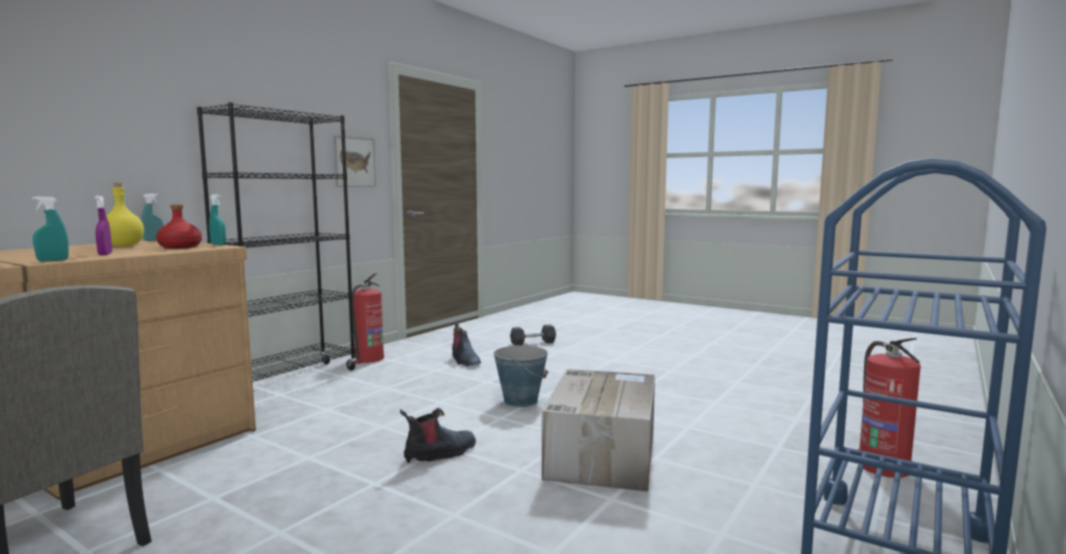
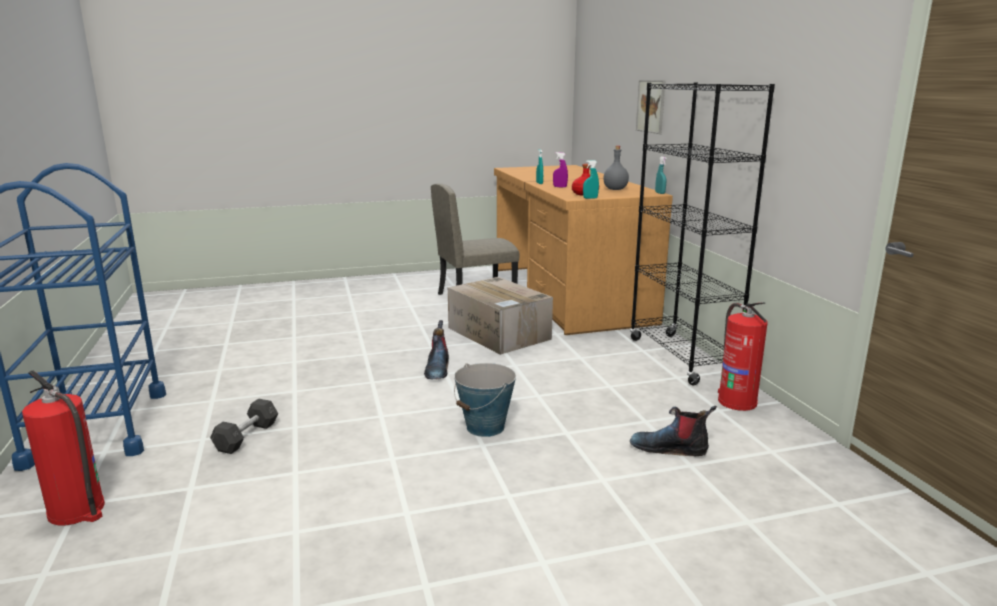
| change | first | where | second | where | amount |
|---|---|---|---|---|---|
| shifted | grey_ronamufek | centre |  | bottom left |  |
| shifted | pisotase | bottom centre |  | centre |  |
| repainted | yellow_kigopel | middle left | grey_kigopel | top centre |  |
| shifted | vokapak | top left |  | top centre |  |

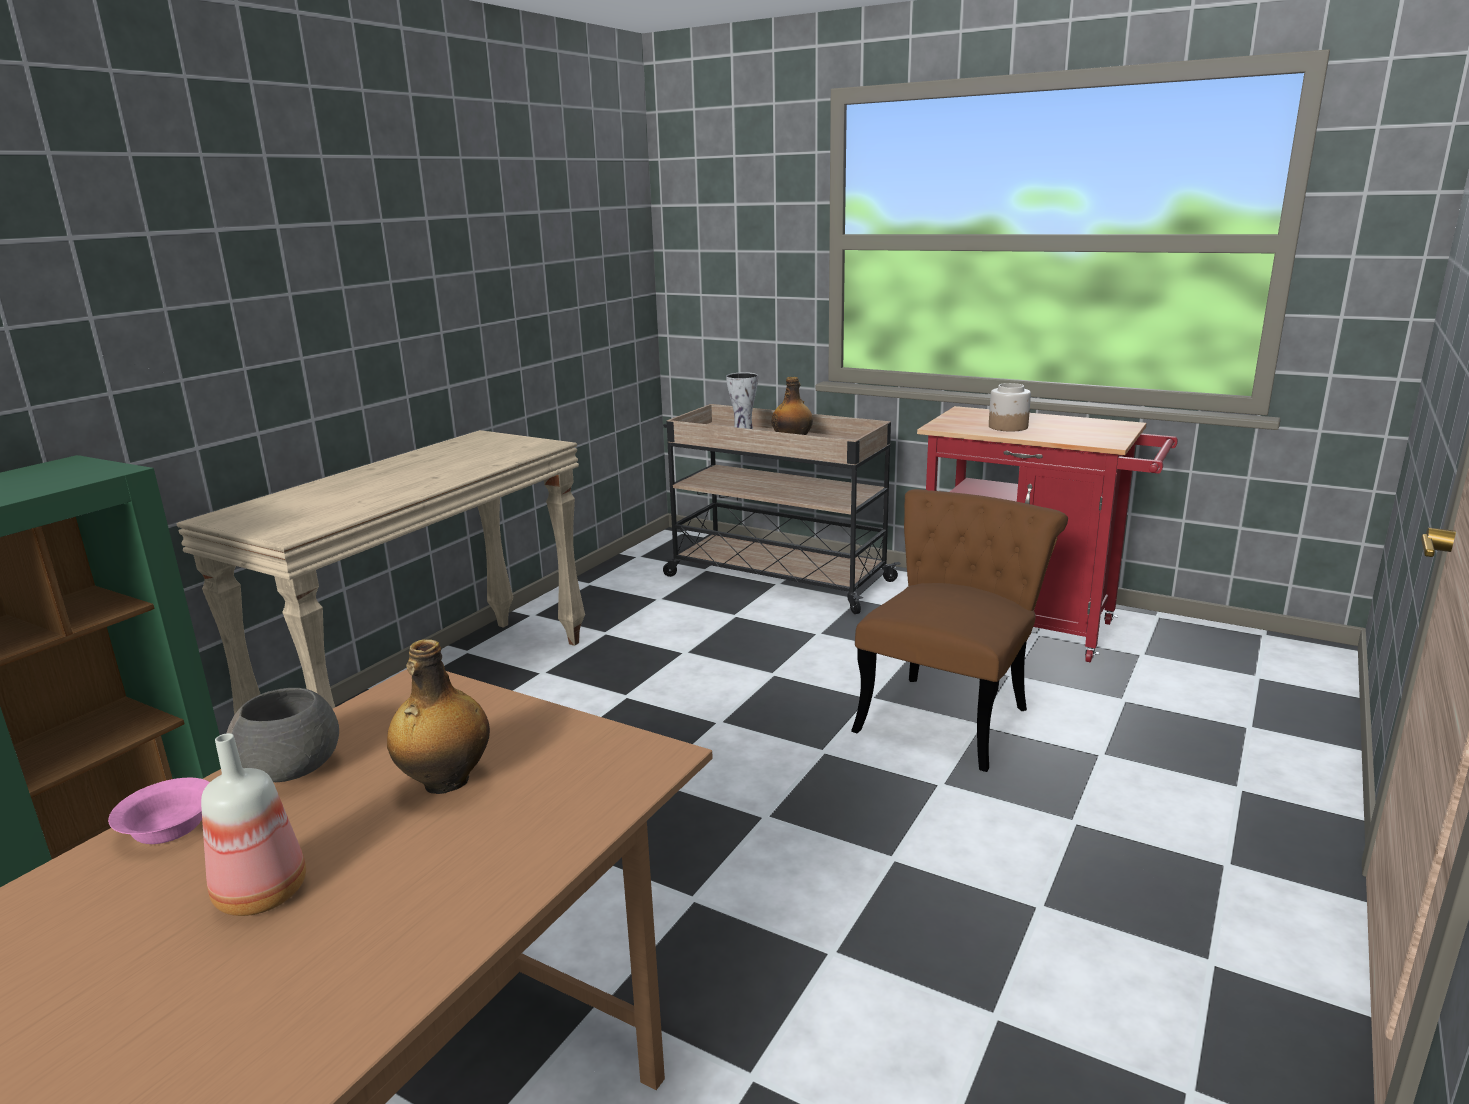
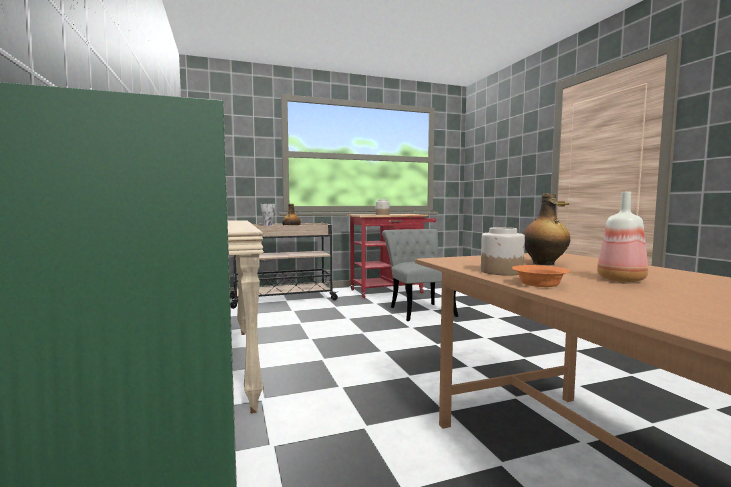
| change | first | where | second | where | amount |
|---|---|---|---|---|---|
| repainted | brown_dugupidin | centre | grey_dugupidin | centre |  |
| swapped | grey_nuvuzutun | middle left | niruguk (no. 2 from left) | middle right |  |
| repainted | pink_nuvuzutun | bottom left | orange_nuvuzutun | middle right |  |

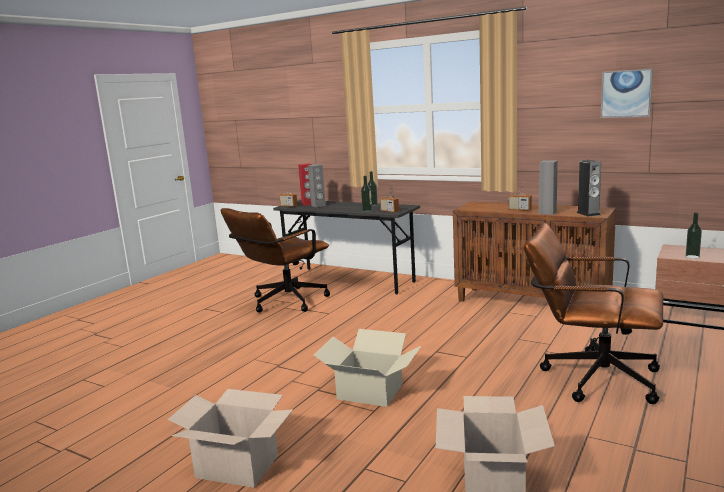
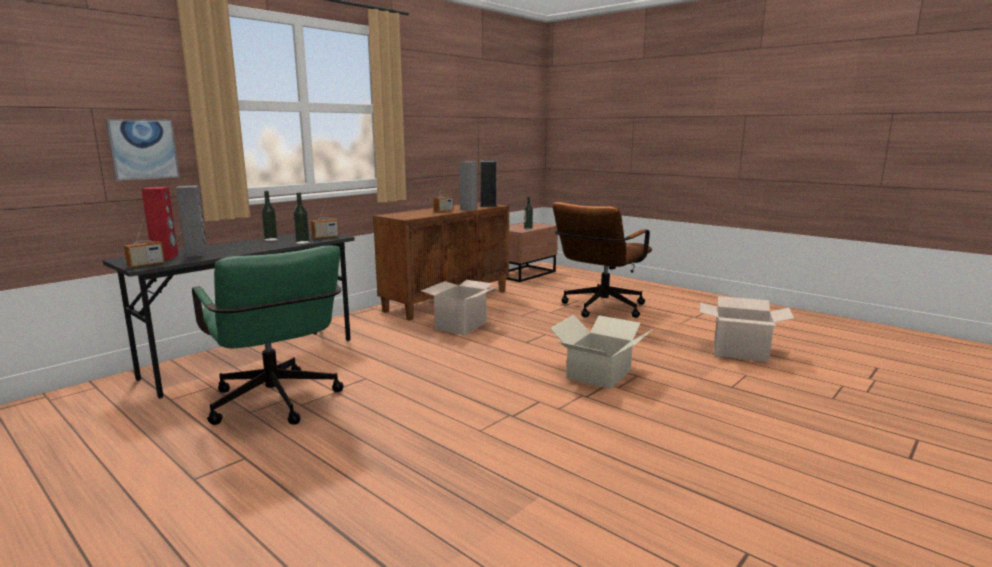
| change | first | where | second | where | amount |
|---|---|---|---|---|---|
| shifted | vokapak | top right |  | top left |  |
| repainted | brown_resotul (no. 1 from left) | centre | green_resotul | middle left |  |
| shifted | pisotase (no. 1 from left) | bottom left |  | centre |  |

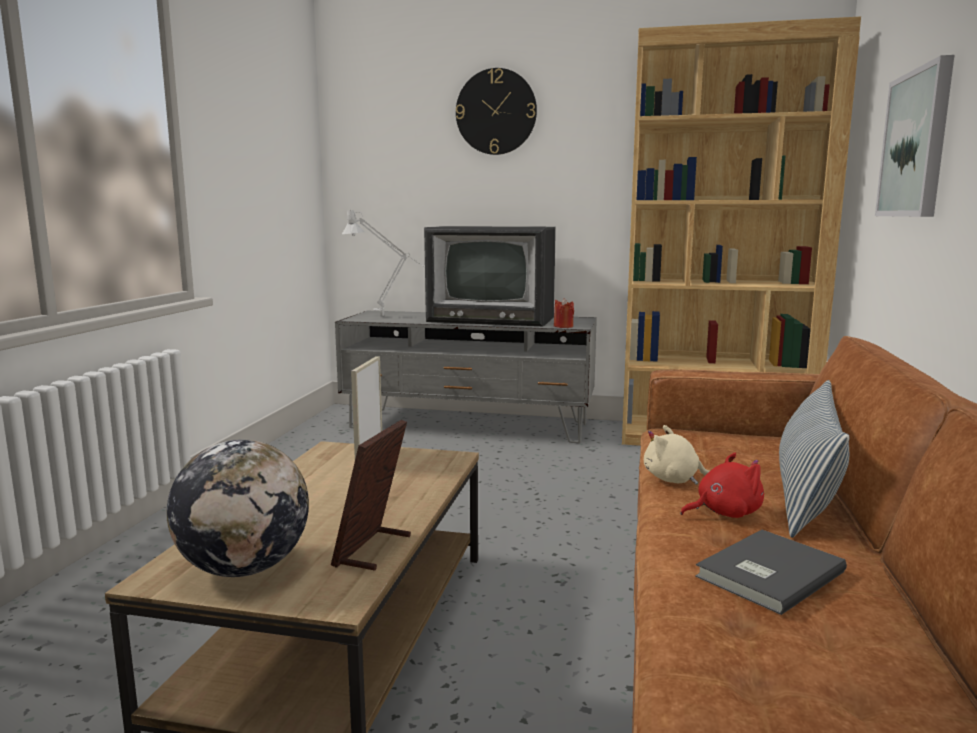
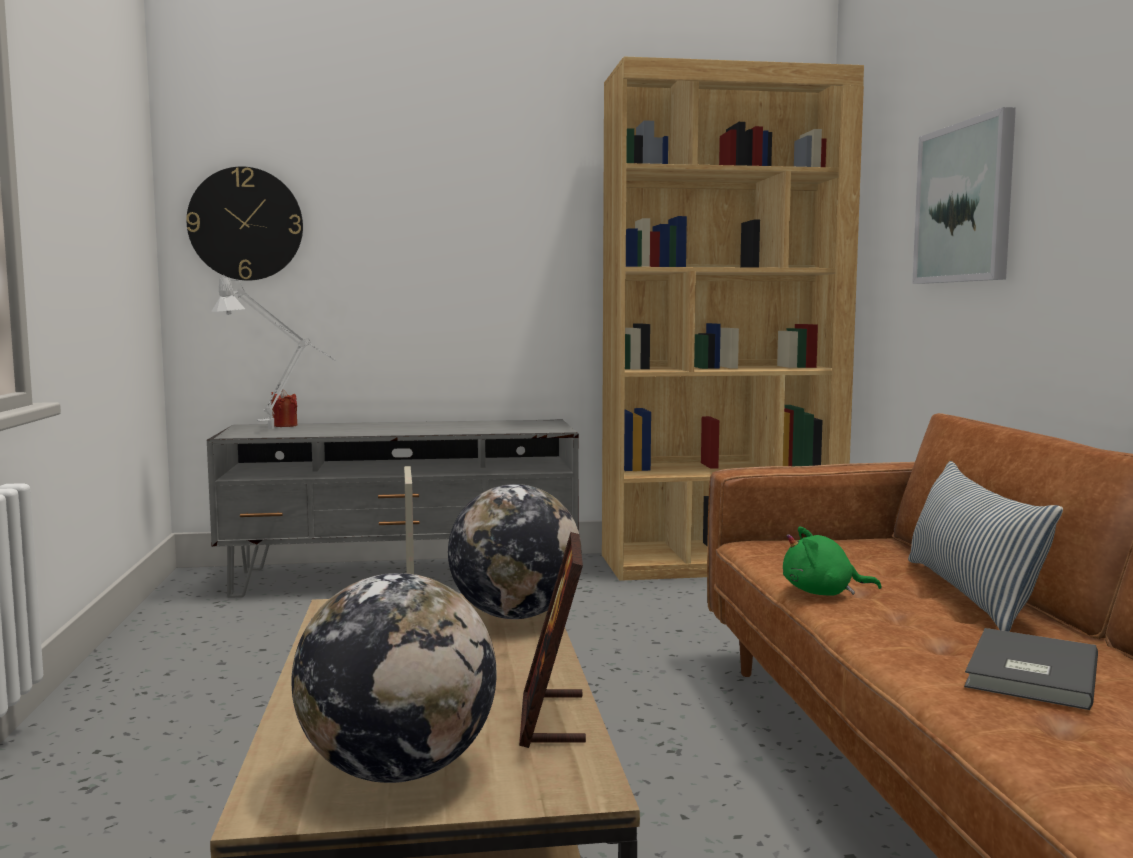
| change | first | where | second | where | amount |
|---|---|---|---|---|---|
| shifted | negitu | top centre |  | top left |  |
| shifted | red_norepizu | centre |  | middle left |  |
| new |  |  | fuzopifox (no. 2 from left) | centre |  |
| repainted | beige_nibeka | middle right | green_nibeka | middle right |  |
| gone | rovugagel | centre |  |  |  |
| gone | red_nibeka | middle right |  |  |  |

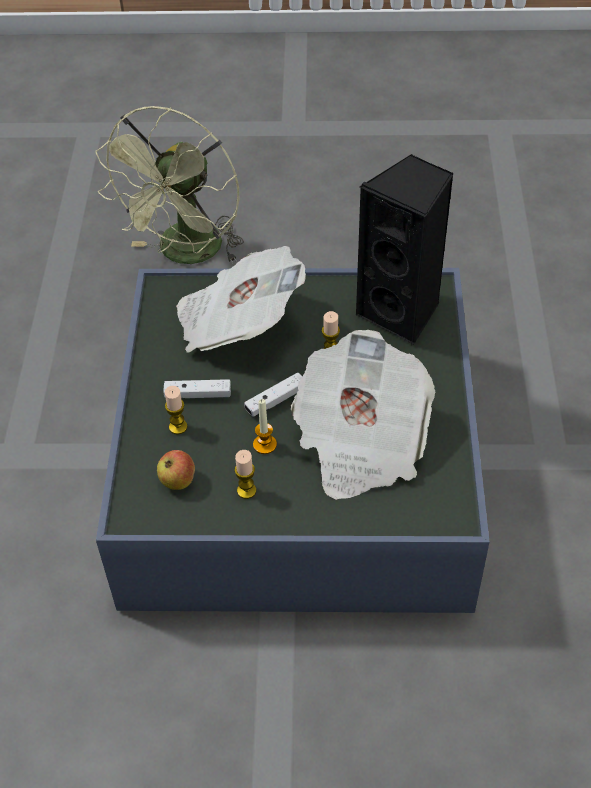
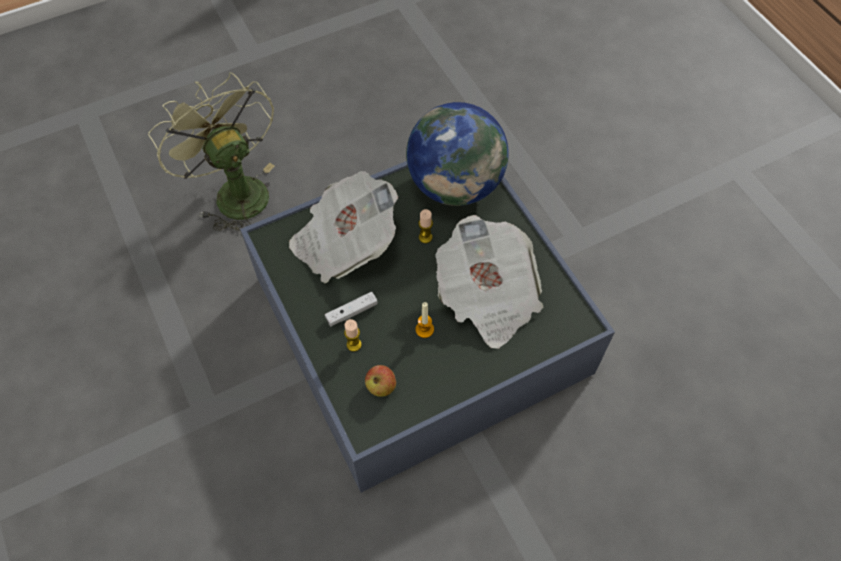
| change | first | where | second | where | amount |
|---|---|---|---|---|---|
| rotated | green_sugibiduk | top left |  | top left | 150 degrees clockwise |
| swapped | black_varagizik | top right | fuzopifox | top centre |  |
| gone | norepizu (no. 2 from left) | centre |  |  |  |
| gone | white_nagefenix (no. 2 from left) | centre |  |  |  |

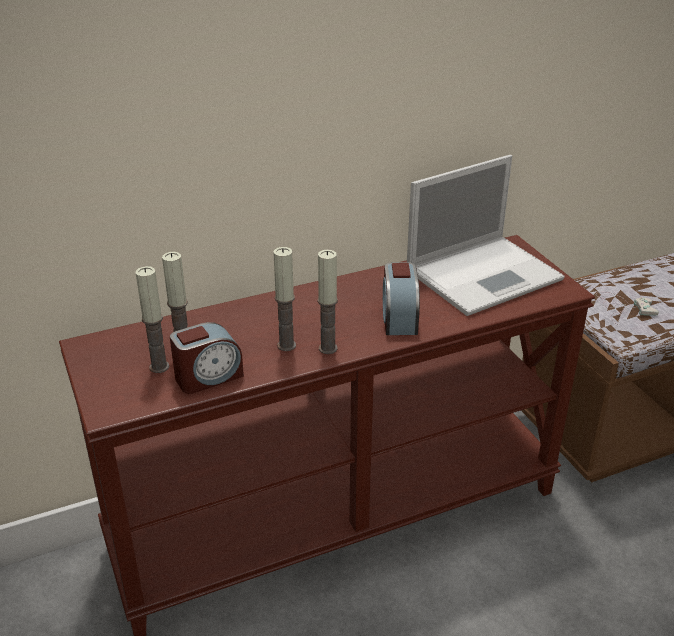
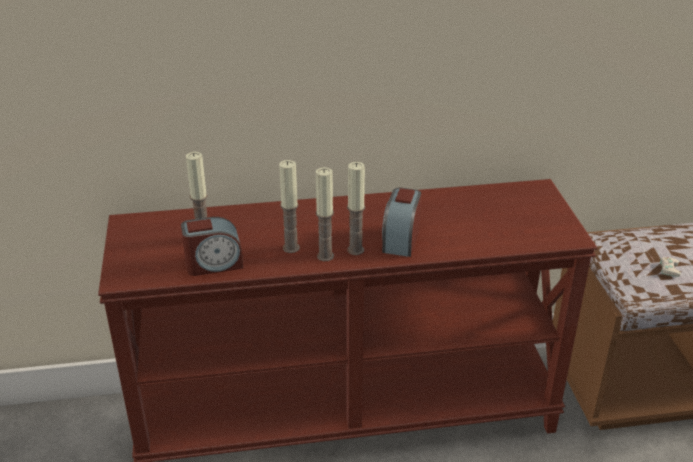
| change | first | where | second | where | amount |
|---|---|---|---|---|---|
| shifted | norepizu (no. 1 from left in the first image) | middle left | norepizu (no. 4 from left) | centre |  |
| gone | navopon | middle right |  |  |  |

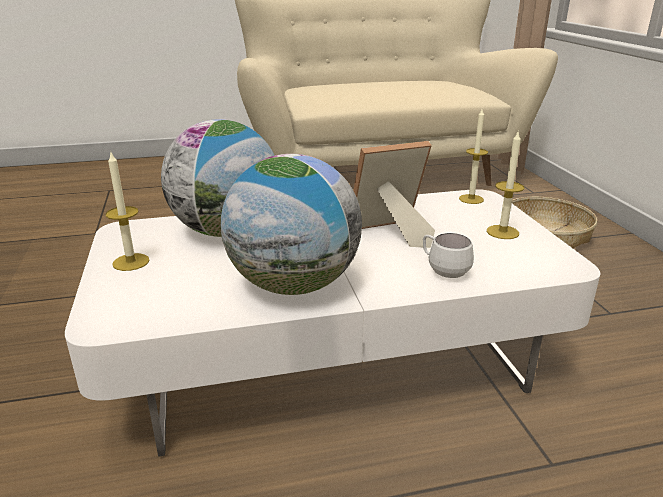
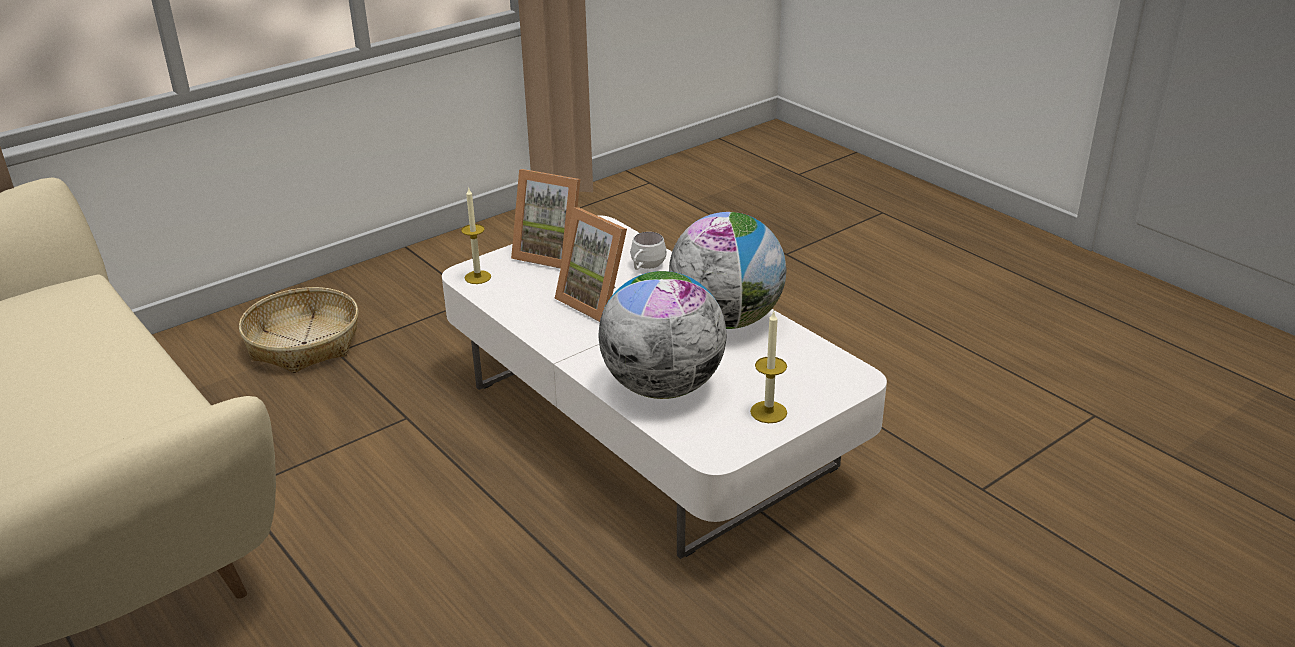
| change | first | where | second | where | amount |
|---|---|---|---|---|---|
| swapped | norepizu (no. 3 from left) | middle right | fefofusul (no. 1 from left) | centre |  |

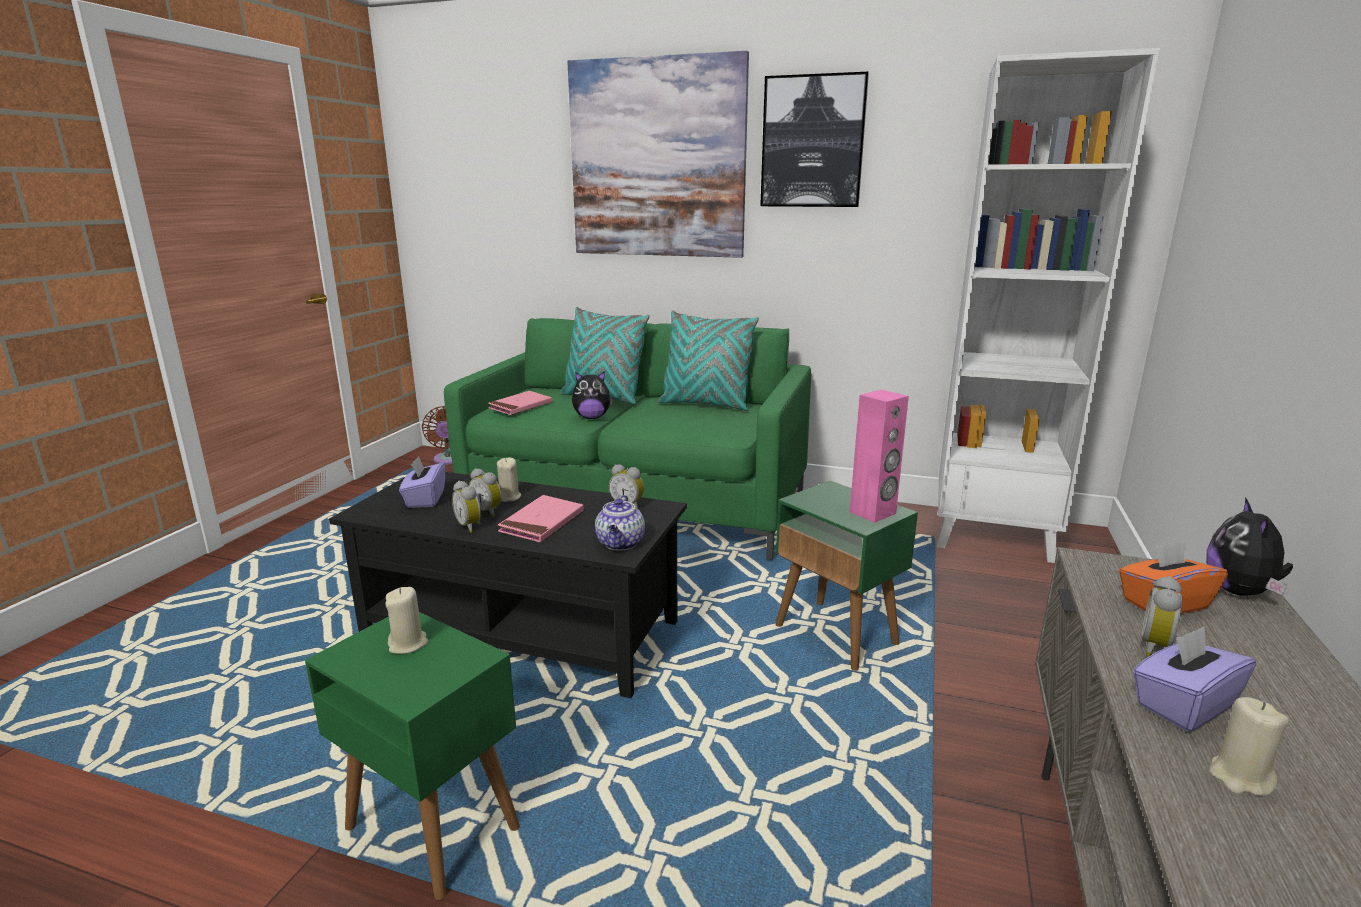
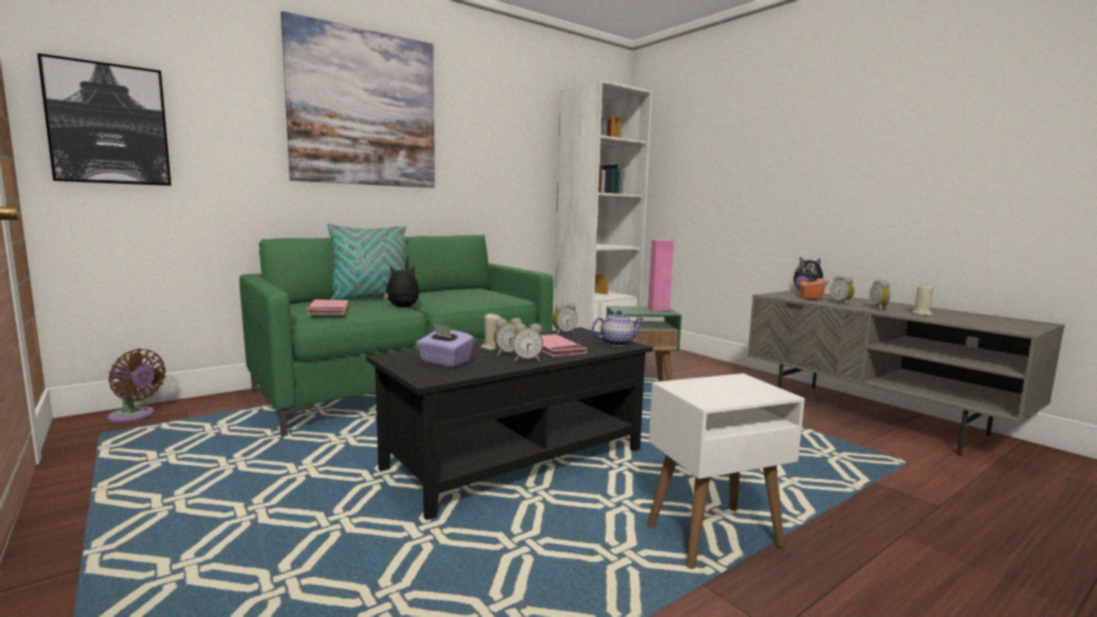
| change | first | where | second | where | amount |
|---|---|---|---|---|---|
| shifted | vokapak (no. 2 from left in the first image) | top centre | vokapak (no. 1 from left) | top left |  |
| rotated | nibeka (no. 1 from left) | centre |  | centre | 135 degrees counterclockwise |
| rotated | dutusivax | centre |  | centre | 60 degrees counterclockwise |
| repainted | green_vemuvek (no. 1 from left) | bottom left | white_vemuvek | bottom centre |  |
| swapped | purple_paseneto (no. 2 from left) | bottom right | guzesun (no. 5 from left) | middle right |  |
| gone | beige_norepizu (no. 1 from left) | bottom left |  |  |  |
| gone | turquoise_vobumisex (no. 2 from left) | centre |  |  |  |

